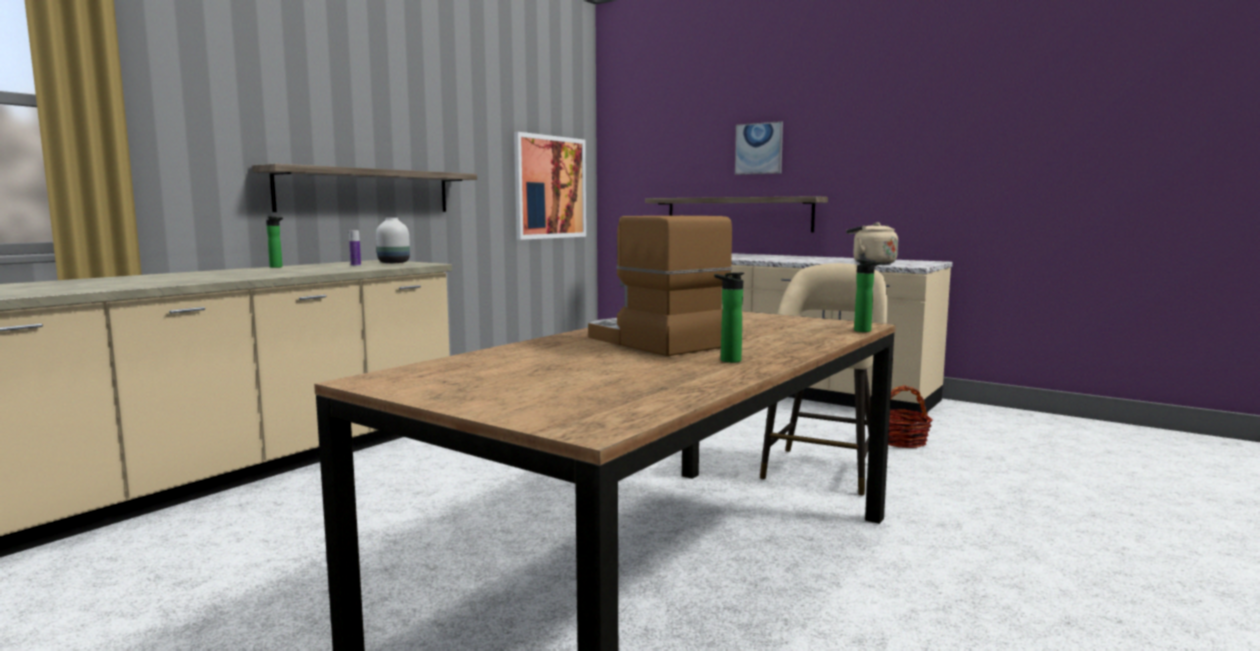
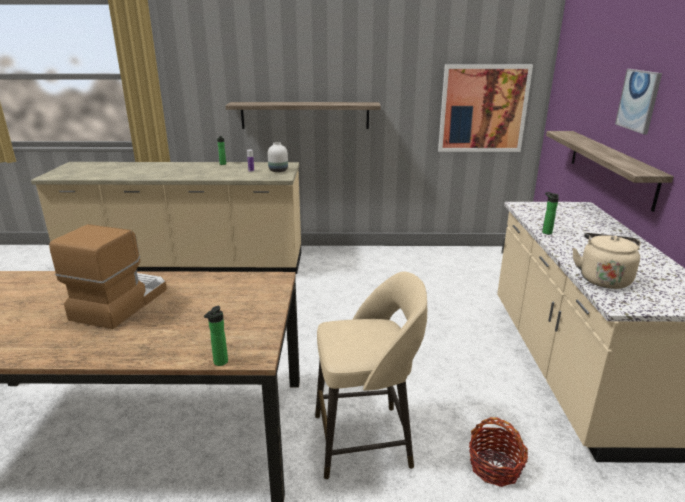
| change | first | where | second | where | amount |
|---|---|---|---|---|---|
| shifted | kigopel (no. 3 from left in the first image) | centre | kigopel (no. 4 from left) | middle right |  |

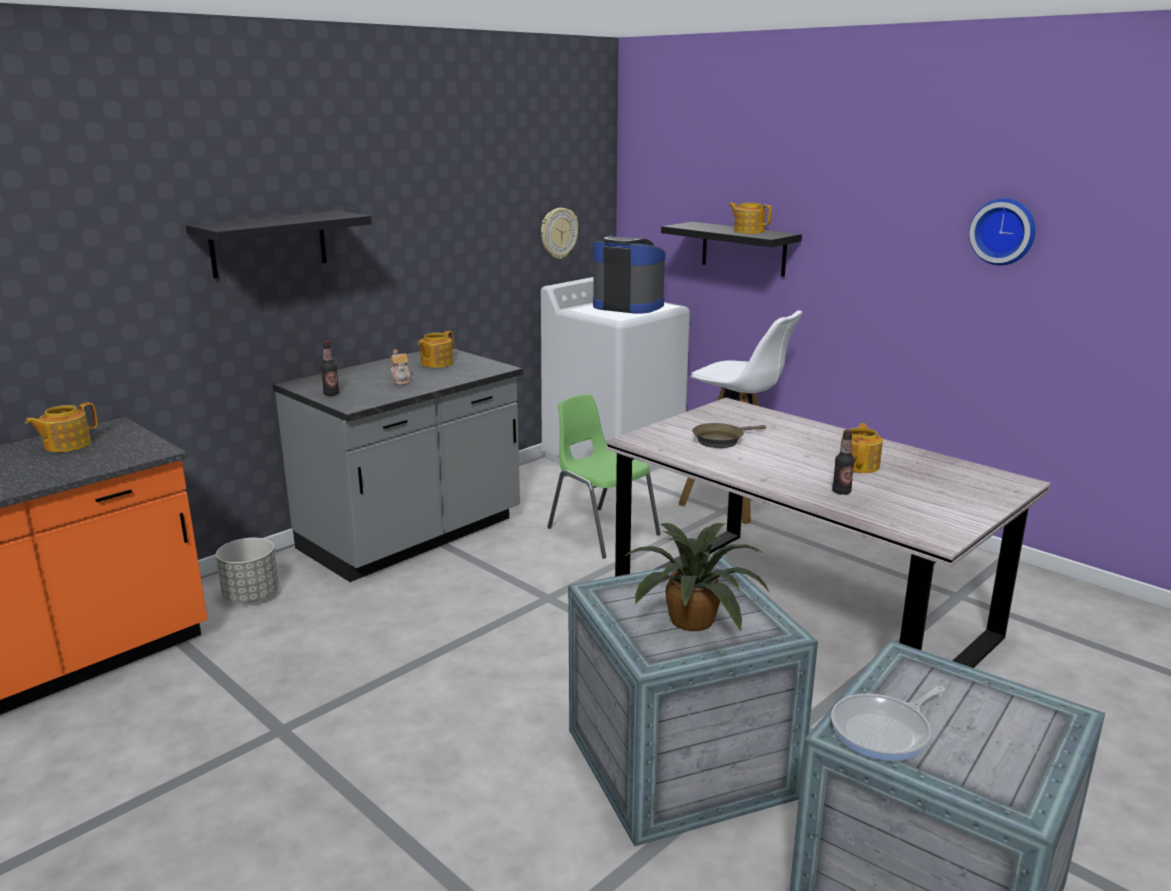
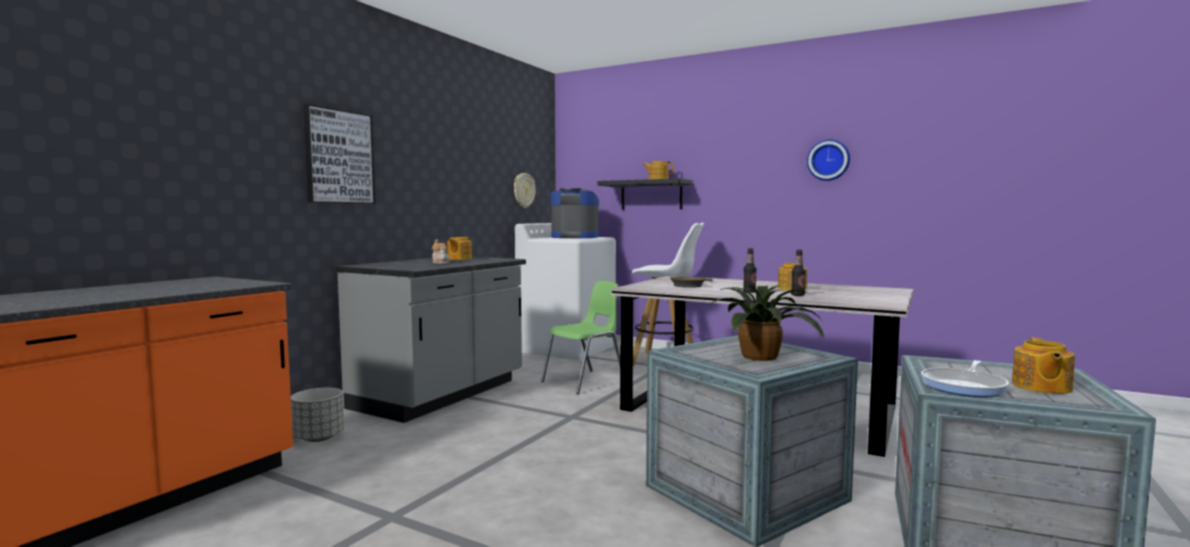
| change | first | where | second | where | amount |
|---|---|---|---|---|---|
| swapped | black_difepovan (no. 1 from left) | top left | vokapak | top left |  |
| rotated | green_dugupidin | centre |  | centre | 105 degrees clockwise |
| shifted | kigopel (no. 1 from left) | middle left |  | centre |  |
| shifted | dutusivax (no. 1 from left in the first image) | middle left | dutusivax (no. 5 from left) | bottom right |  |

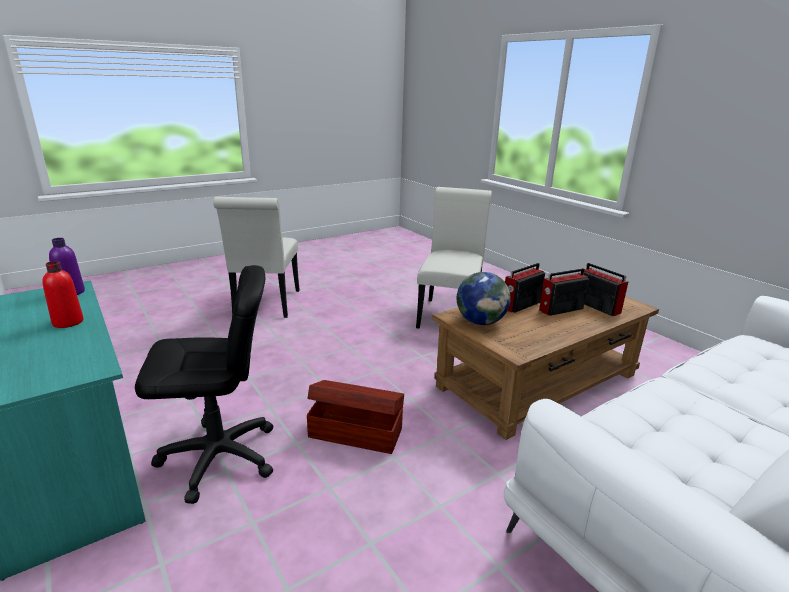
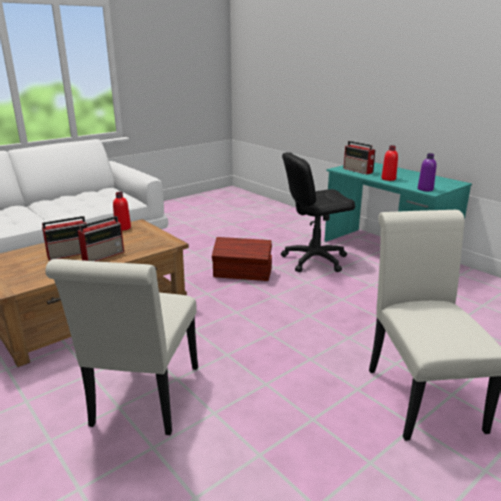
| change | first | where | second | where | amount |
|---|---|---|---|---|---|
| new |  |  | red_kigopel (no. 1 from left) | middle left |  |
| shifted | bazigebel (no. 3 from left) | middle right |  | top right |  |
| gone | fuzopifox | centre |  |  |  |

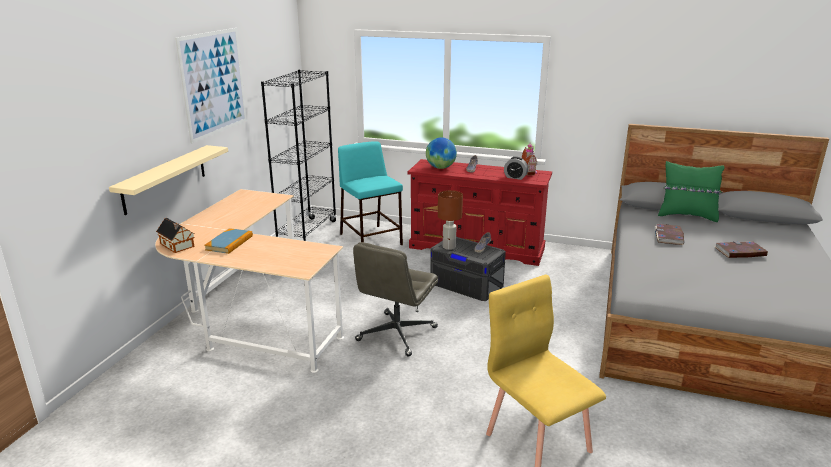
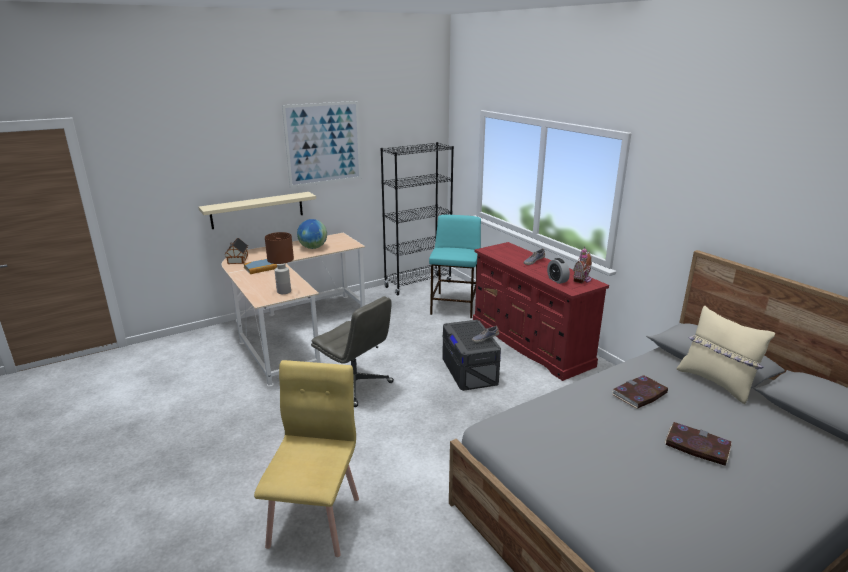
| change | first | where | second | where | amount |
|---|---|---|---|---|---|
| shifted | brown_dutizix | centre |  | middle left |  |
| shifted | fuzopifox | top centre |  | centre |  |
| rotated | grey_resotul | centre |  | centre | 120 degrees counterclockwise |
| repainted | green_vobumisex | middle right | beige_vobumisex | middle right |  |

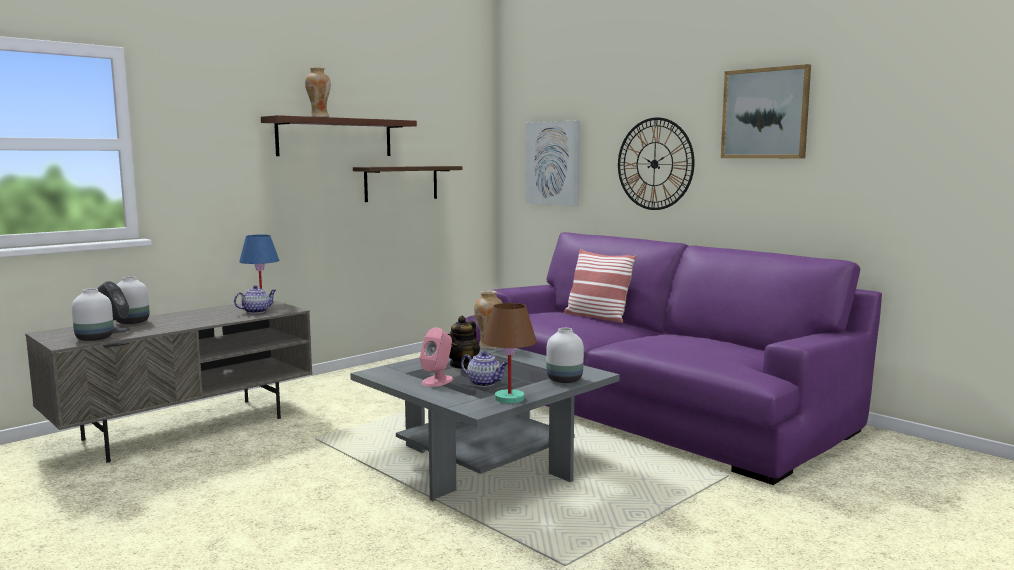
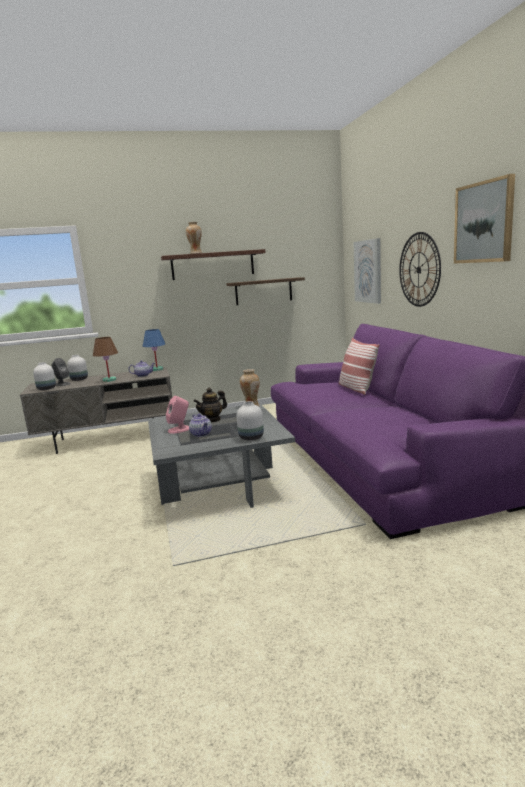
| change | first | where | second | where | amount |
|---|---|---|---|---|---|
| shifted | brown_dutizix | centre |  | middle left |  |

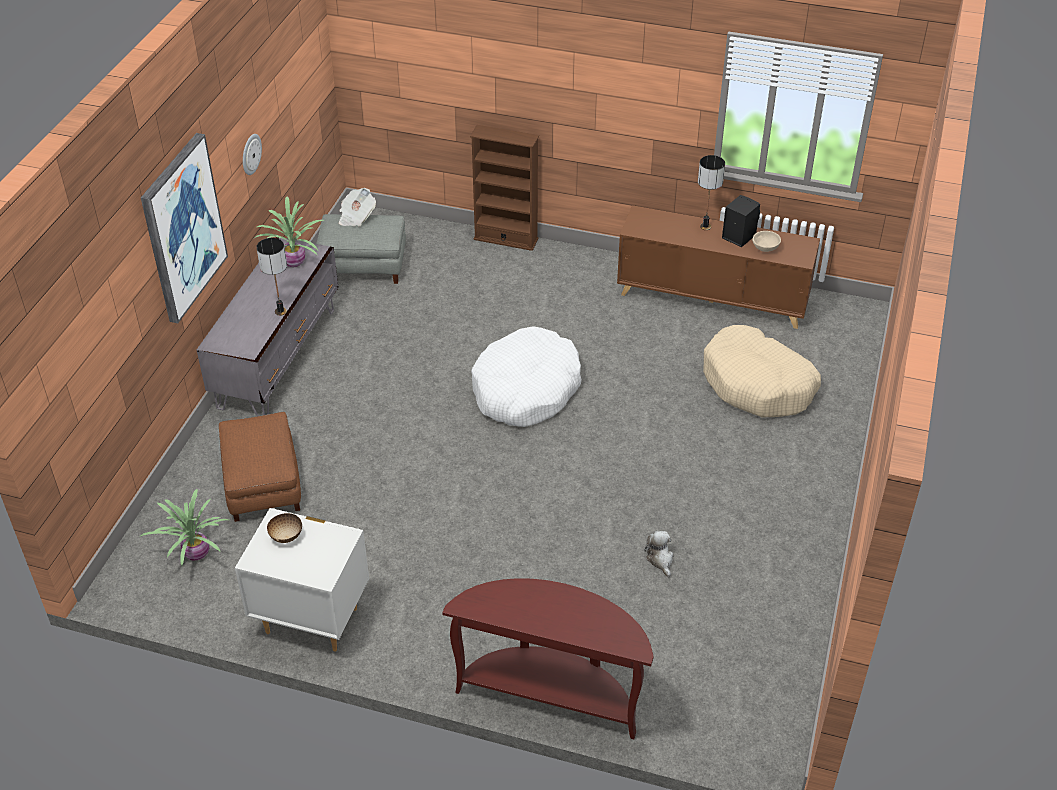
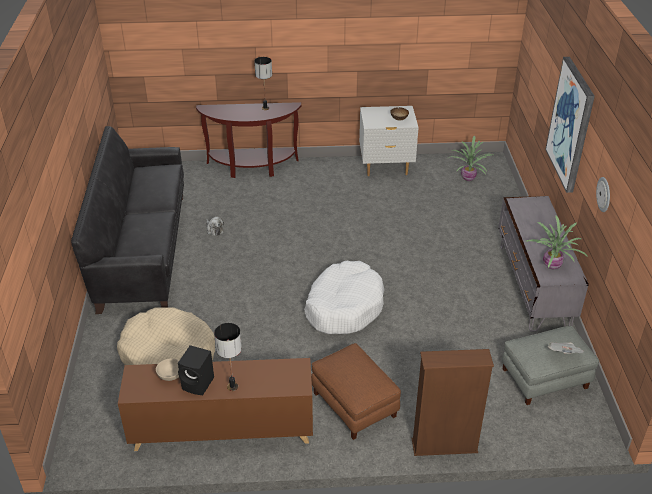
| change | first | where | second | where | amount |
|---|---|---|---|---|---|
| new |  |  | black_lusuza | middle left |  |
| shifted | dutizix (no. 1 from left in the first image) | middle left | dutizix (no. 2 from left) | top centre |  |
| shifted | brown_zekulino | middle left |  | bottom centre |  |

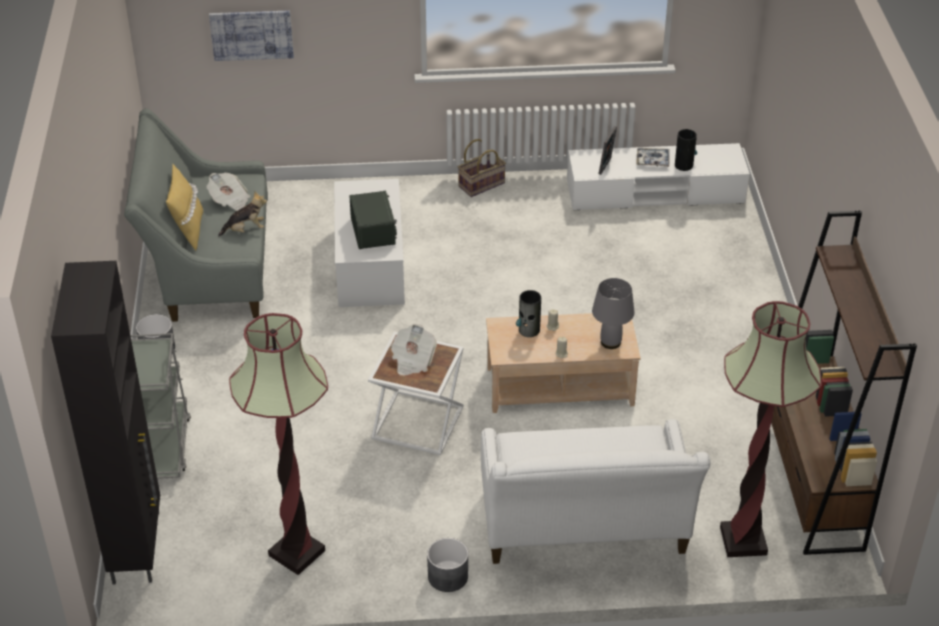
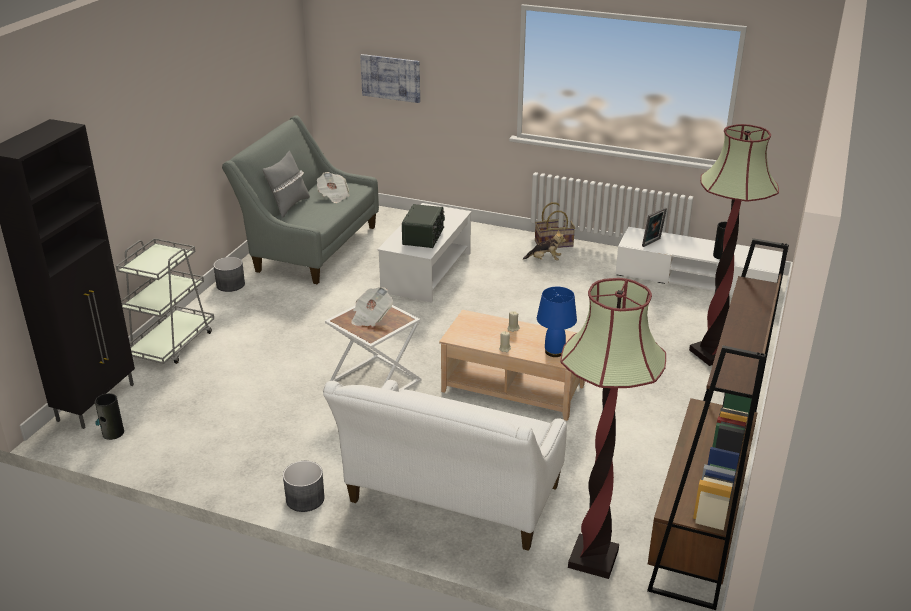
| change | first | where | second | where | amount |
|---|---|---|---|---|---|
| shifted | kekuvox (no. 1 from left) | centre |  | bottom left |  |
| repainted | yellow_vobumisex | top left | grey_vobumisex | top left |  |
| shifted | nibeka | middle left |  | centre |  |
| repainted | grey_dutizix | centre | blue_dutizix | centre |  |
| shifted | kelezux (no. 1 from left in the first image) | bottom left | kelezux (no. 2 from left) | middle right |  |
| gone | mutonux | top right |  |  |  |

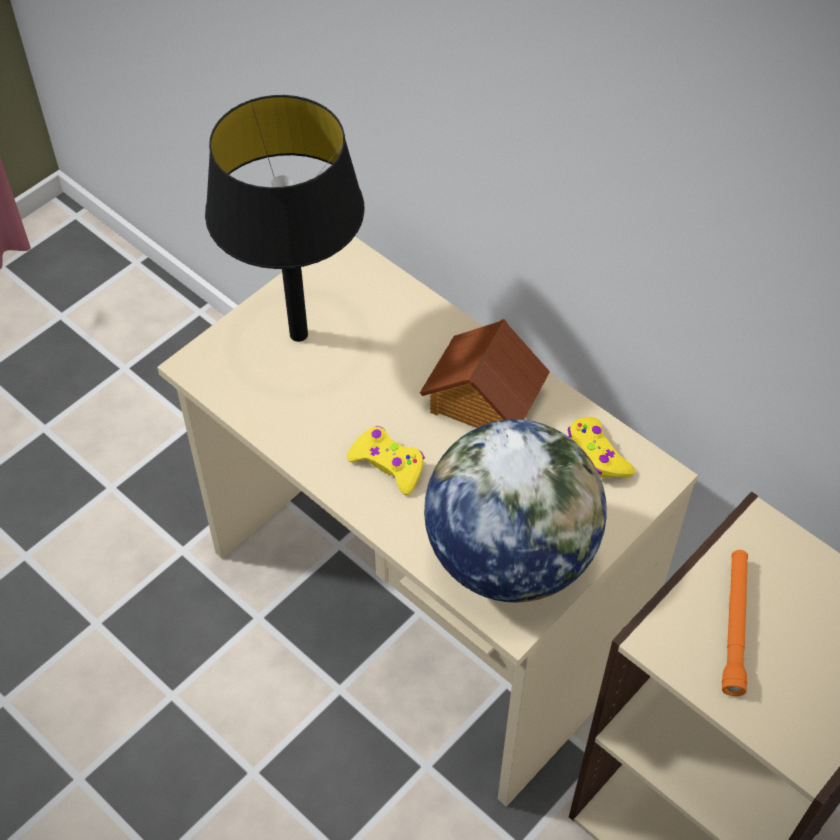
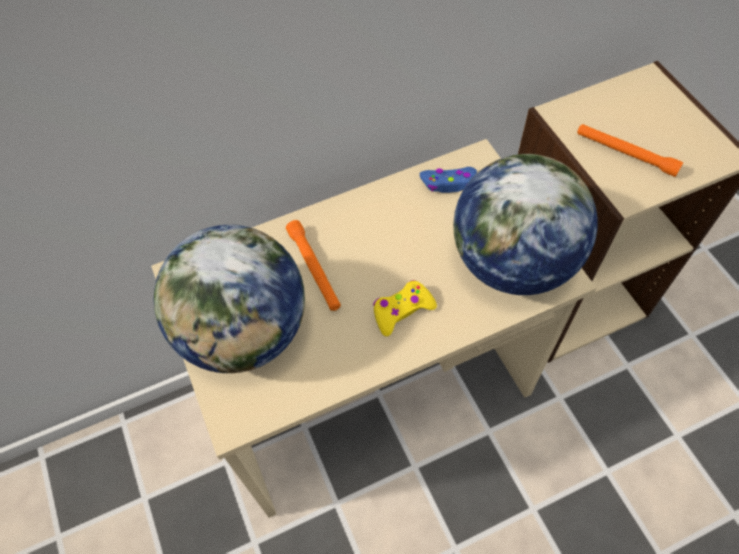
| change | first | where | second | where | amount |
|---|---|---|---|---|---|
| swapped | black_dutizix | top centre | fuzopifox (no. 1 from left) | middle left |  |
| new |  |  | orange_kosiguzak (no. 1 from left) | centre |  |
| repainted | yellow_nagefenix (no. 2 from left) | middle right | blue_nagefenix | top centre |  |
| gone | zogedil | centre |  |  |  |

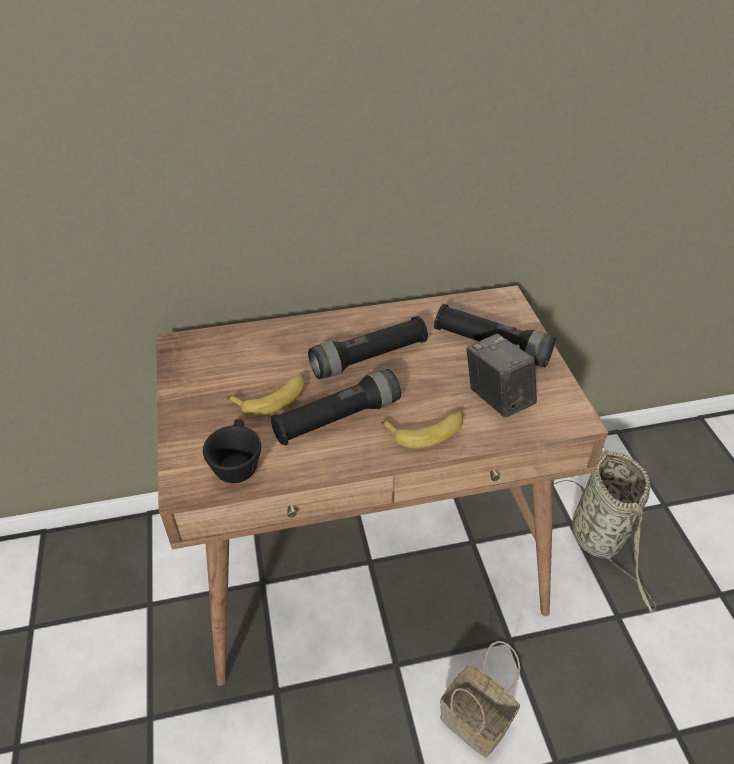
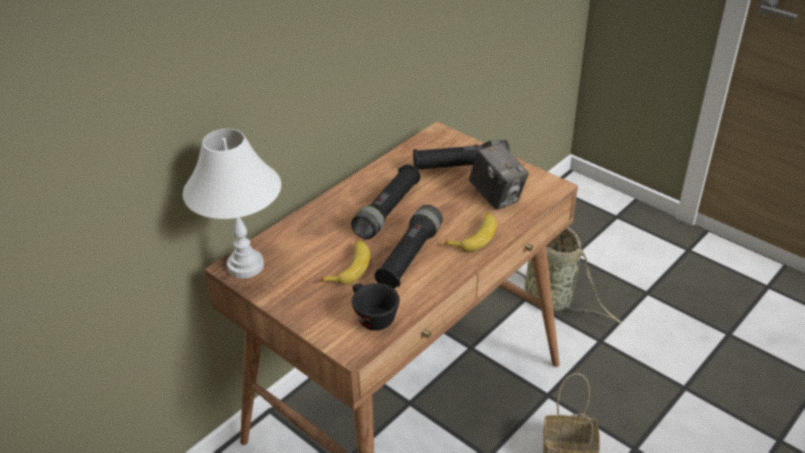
| change | first | where | second | where | amount |
|---|---|---|---|---|---|
| new |  |  | white_dutizix | middle left |  |
| rotated | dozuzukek | middle right |  | centre | 150 degrees counterclockwise |

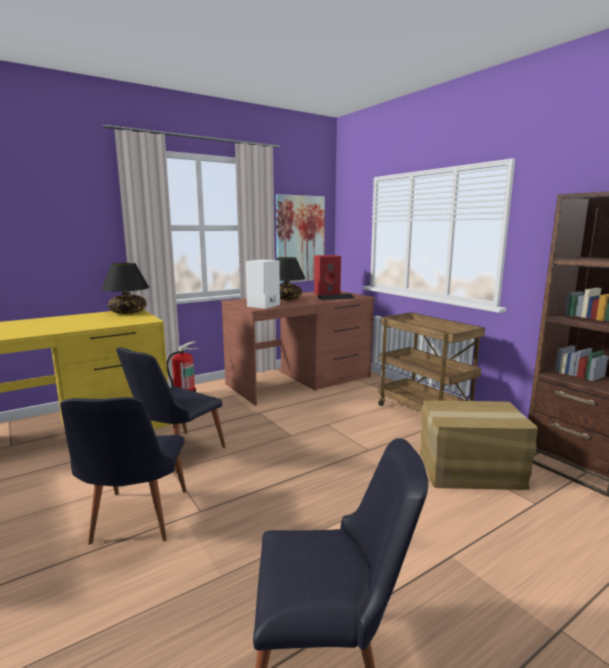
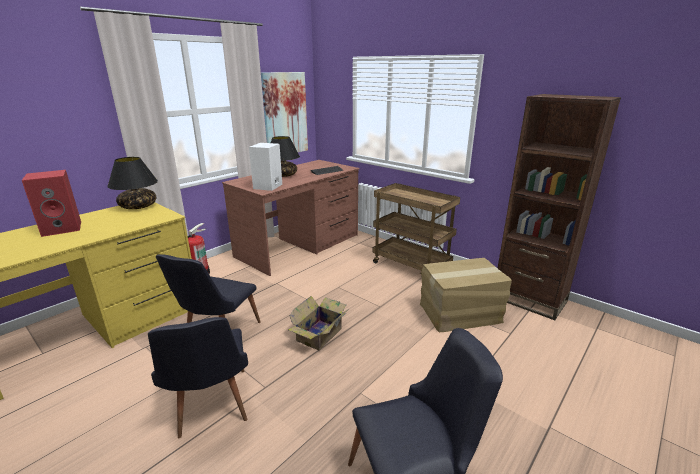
| change | first | where | second | where | amount |
|---|---|---|---|---|---|
| shifted | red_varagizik | centre |  | middle left |  |
| new |  |  | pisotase (no. 1 from left) | bottom centre |  |

